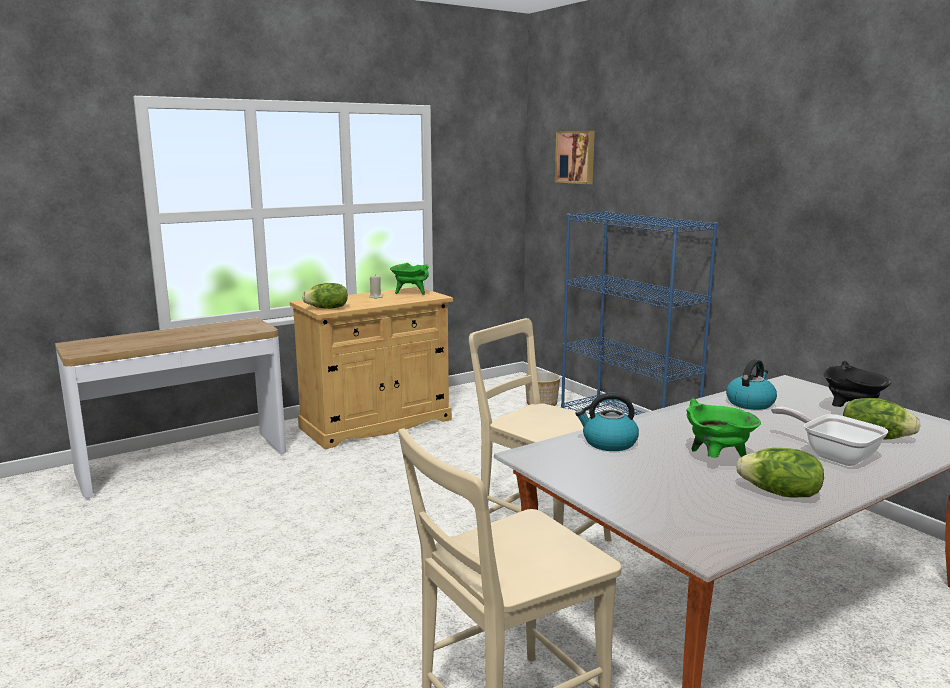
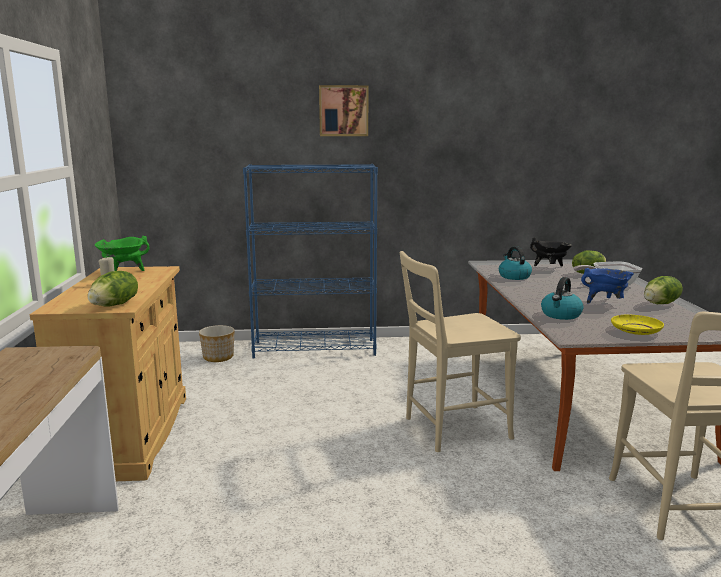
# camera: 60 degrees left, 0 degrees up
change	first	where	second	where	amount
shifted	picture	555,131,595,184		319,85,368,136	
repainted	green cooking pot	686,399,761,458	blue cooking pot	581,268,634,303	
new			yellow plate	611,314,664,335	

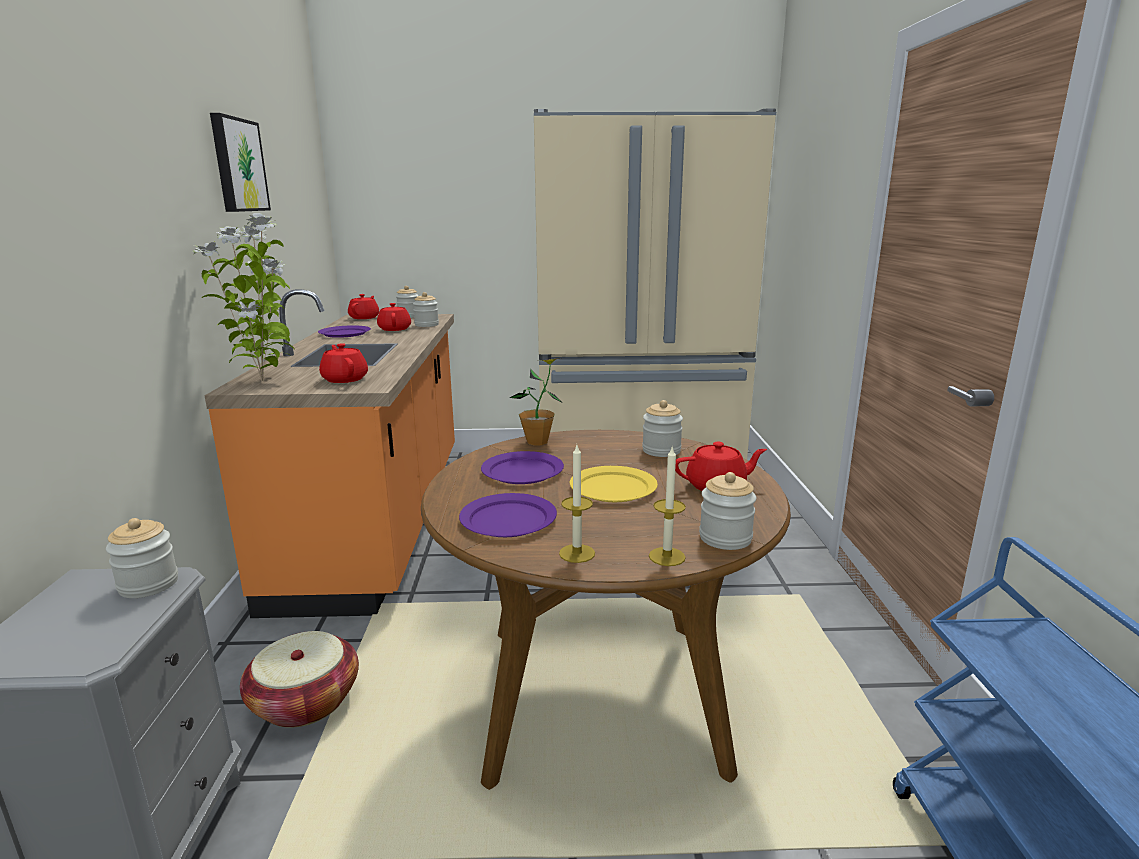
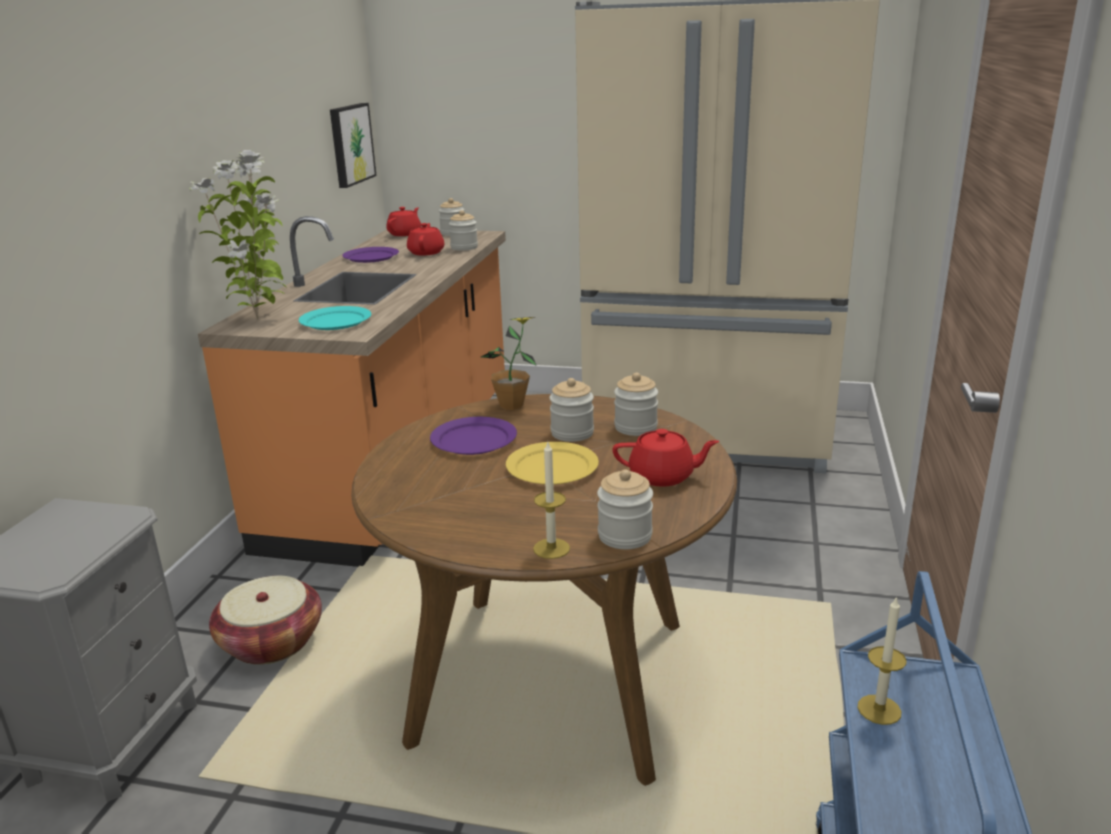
# camera: 15 degrees right, 5 degrees up
change	first	where	second	where	amount
shifted	picture	210,113,271,212		330,103,376,188	
swapped	red teapot	319,343,368,383	turquoise plate	299,306,371,330	
shifted	candle	559,445,595,563		857,596,906,725	
gone	purple plate	459,493,557,537			
shifted	jar	106,518,178,598		549,378,594,442	

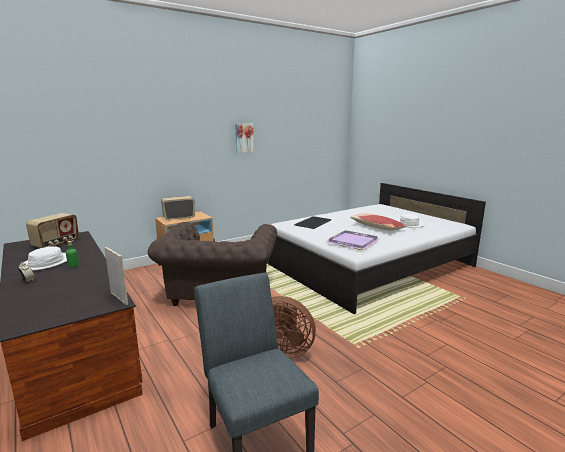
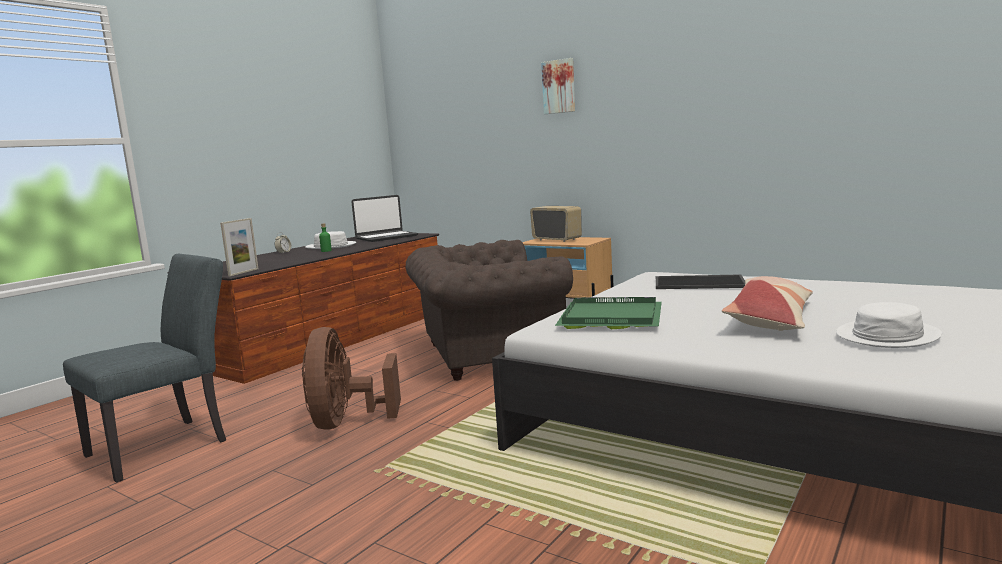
# camera: 70 degrees right, 5 degrees down
change	first	where	second	where	amount
shifted	picture	235,123,254,153		541,58,575,114	
swapped	radio	26,213,79,248	laptop	352,195,418,242	
repainted	purple tray	326,230,380,250	green tray	555,297,662,329	

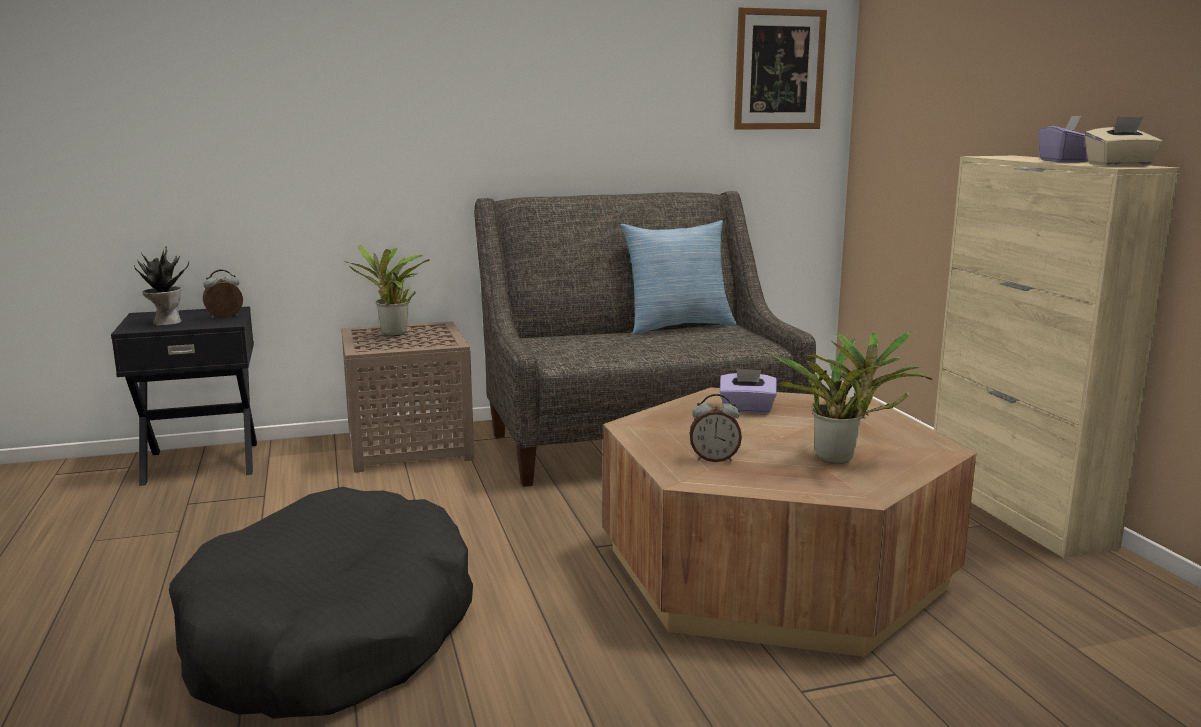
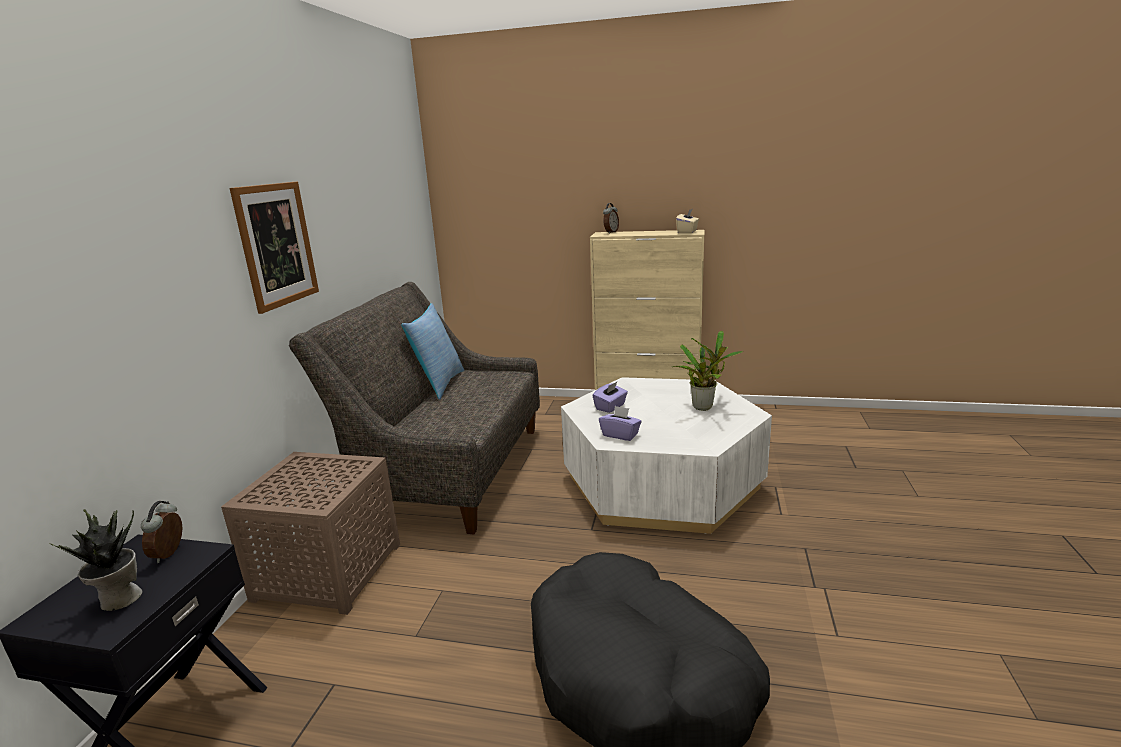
# camera: 60 degrees left, 5 degrees up
change	first	where	second	where	amount
shifted	picture	734,7,827,130		230,182,319,314	
shifted	purple tissue box	1038,116,1088,163		599,406,642,441	
gone	potted plant	344,245,430,336			
repainted	brown coffee table	603,388,976,657	white coffee table	561,377,772,534	
shifted	alarm clock	690,394,742,462		603,203,619,234	

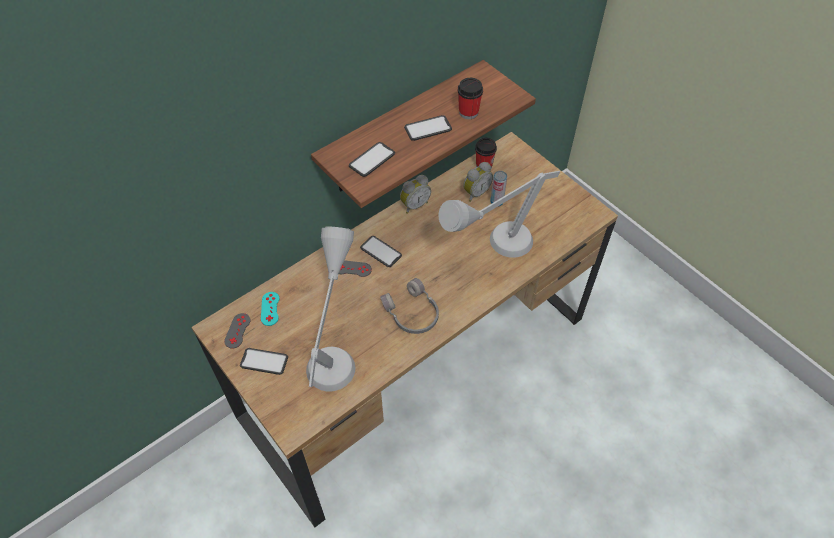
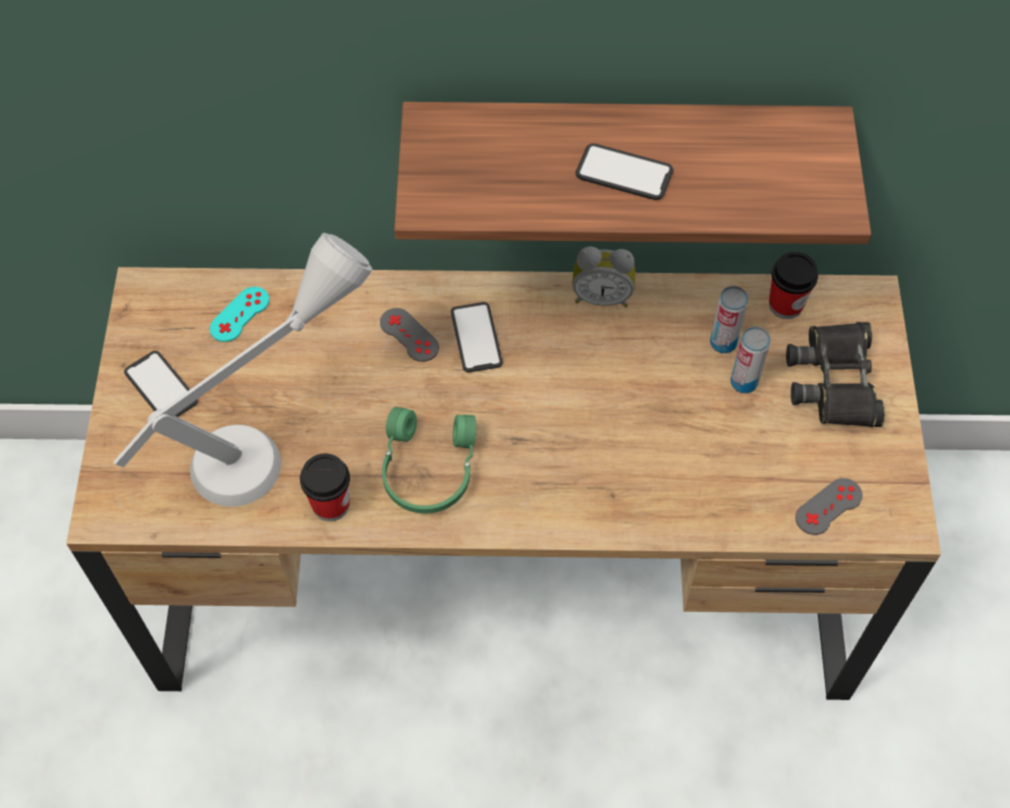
# camera: 40 degrees right, 5 degrees up
change	first	where	second	where	amount
shifted	cup	458,78,483,119		300,453,350,521	
gone	phone	349,142,395,177			
swapped	alarm clock	463,162,493,202	can	710,286,749,353	
gone	grey table lamp	438,171,561,258			
repainted	grey headphones	380,278,439,334	green headphones	382,407,476,514	
shifted	grey game controller	224,313,251,349		795,478,863,535	
new			black binoculars	786,322,885,427	

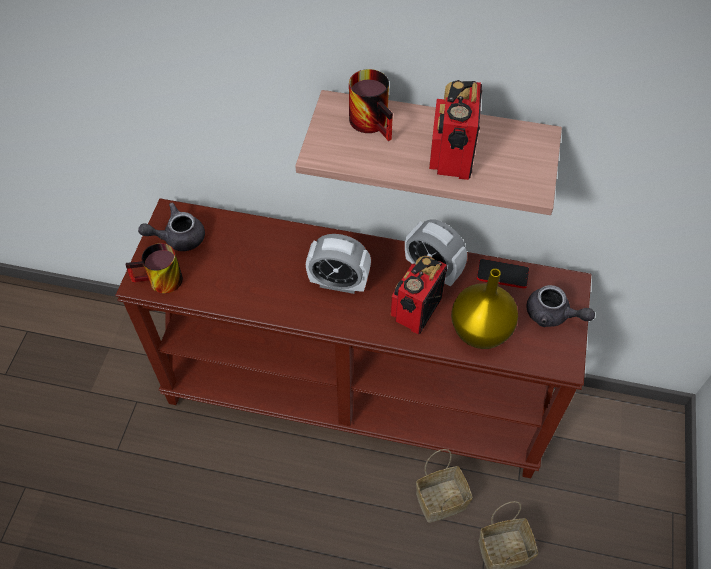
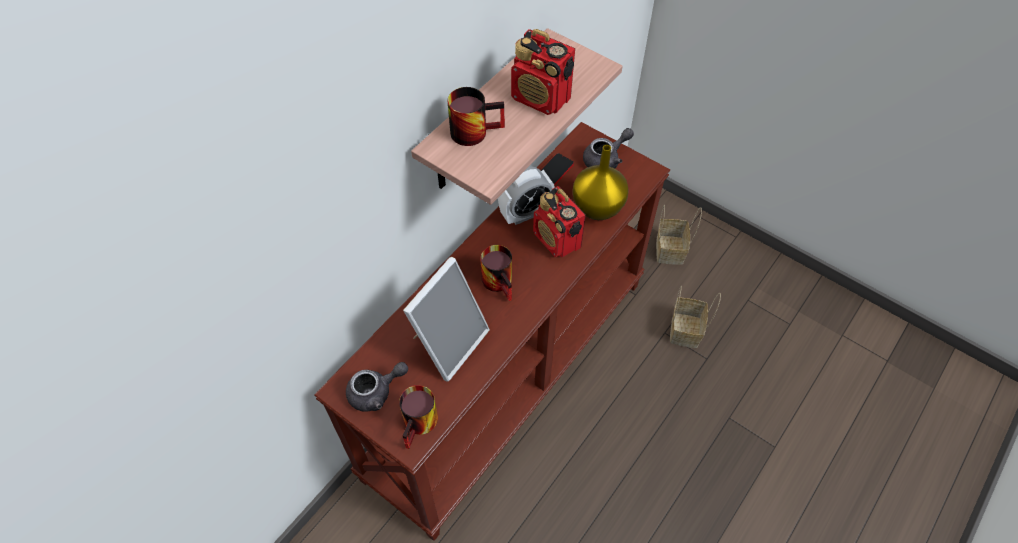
# camera: 65 degrees left, 0 degrees up
change	first	where	second	where	amount
rotated	grey teapot	138,202,205,251		346,362,408,412	120 degrees counterclockwise
swapped	alarm clock	306,234,371,294	mug	481,245,512,301	
shifted	basket	416,449,473,523		656,205,702,265	
new			picture frame	403,257,490,382	

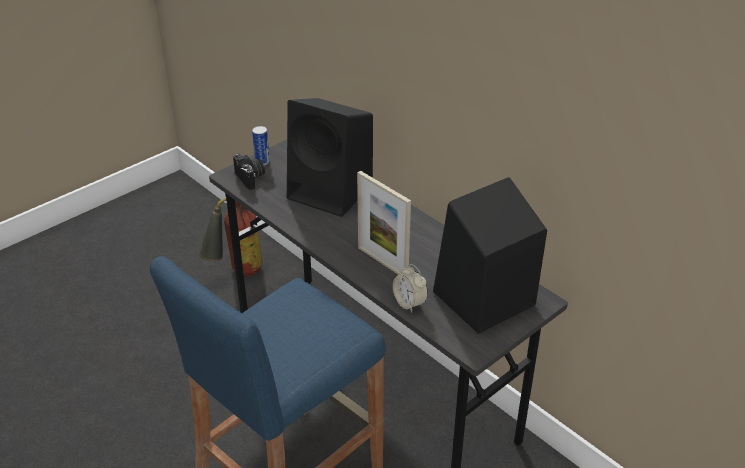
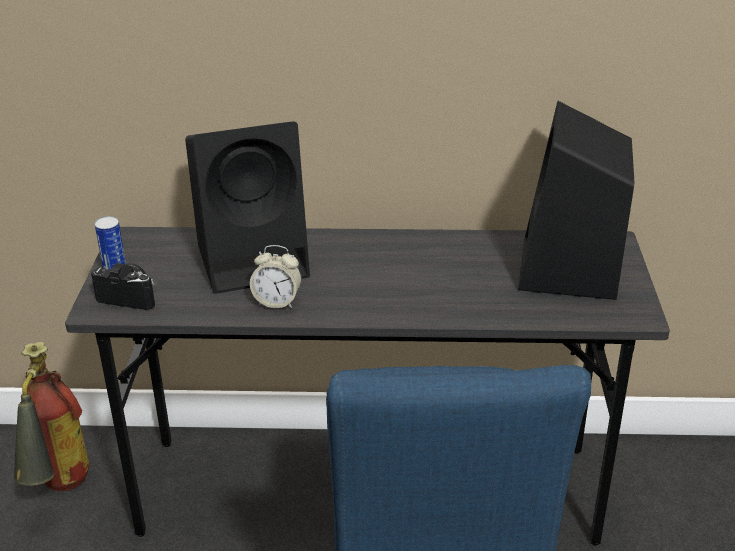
# camera: 45 degrees left, 5 degrees down
change	first	where	second	where	amount
gone	picture frame	357,171,411,275			
shifted	alarm clock	393,264,428,313		250,245,302,308	

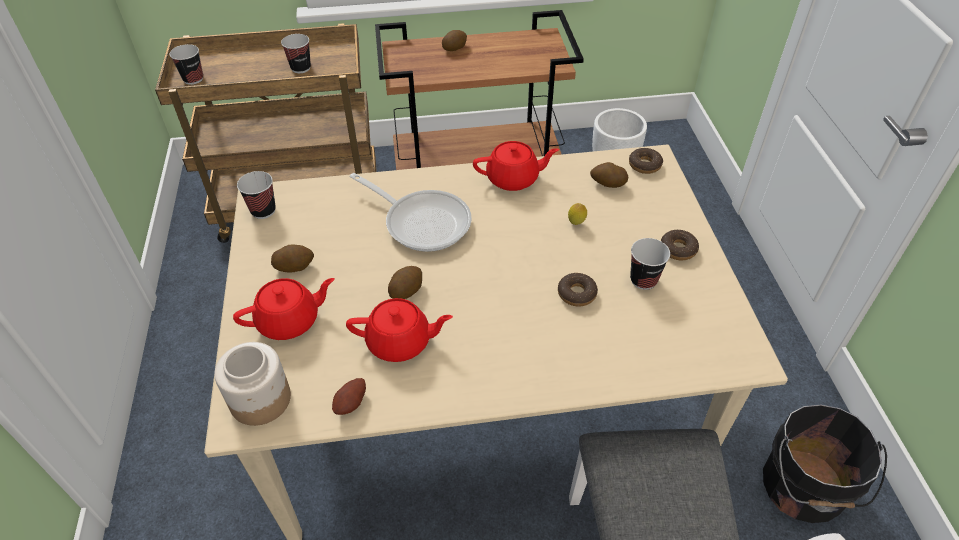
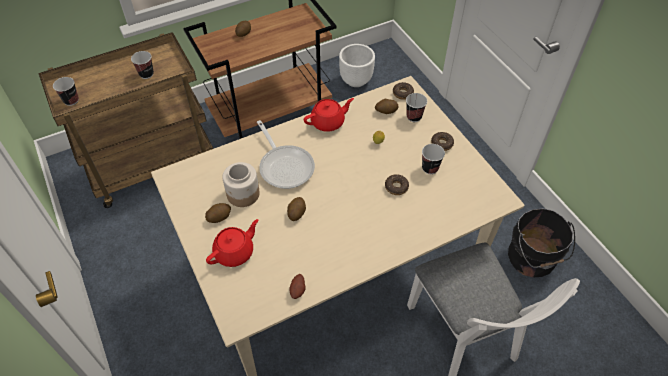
# camera: 20 degrees left, 5 degrees up
change	first	where	second	where	amount
shifted	cup	237,171,276,219		406,93,427,122	
rotated	frying pan	350,173,472,252		257,120,315,189	45 degrees clockwise
gone	red teapot	346,298,453,362			
shifted	jar	214,342,291,426		222,162,260,207	

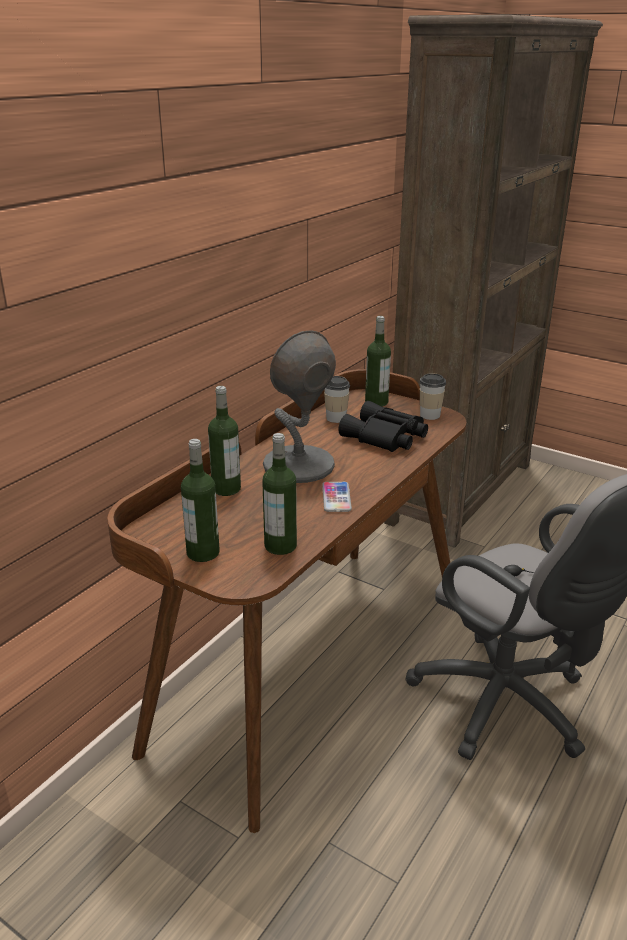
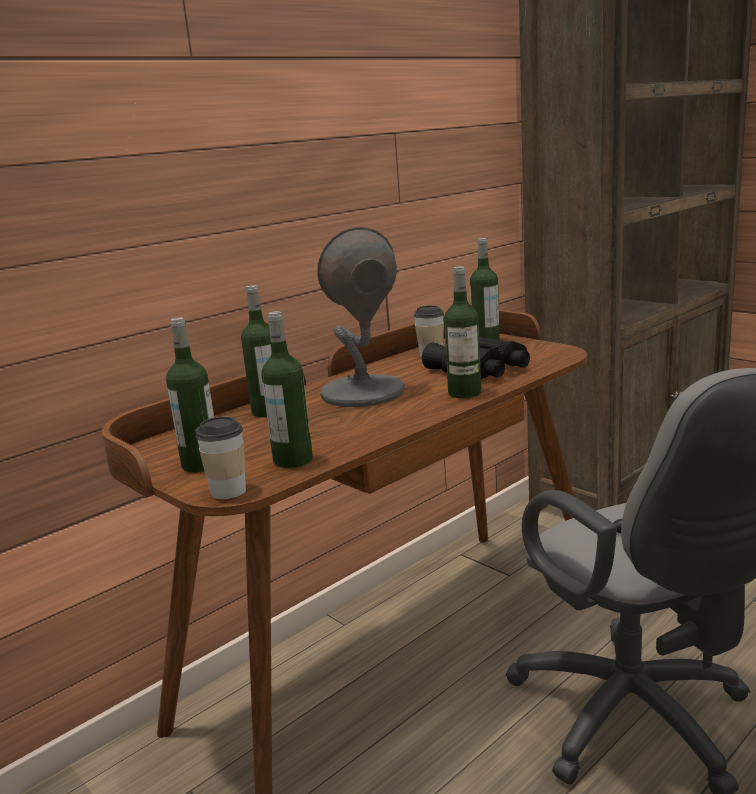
# camera: 15 degrees right, 10 degrees down
change	first	where	second	where	amount
shifted	cup	420,373,446,420		195,417,246,499	
gone	phone	322,482,352,512			
new			bottle	444,266,482,398	

